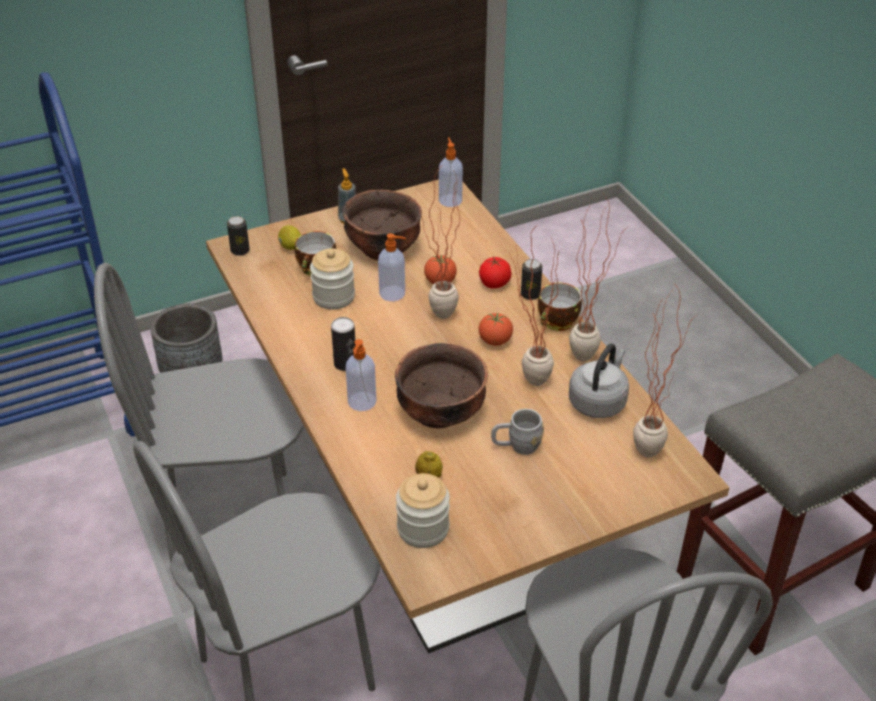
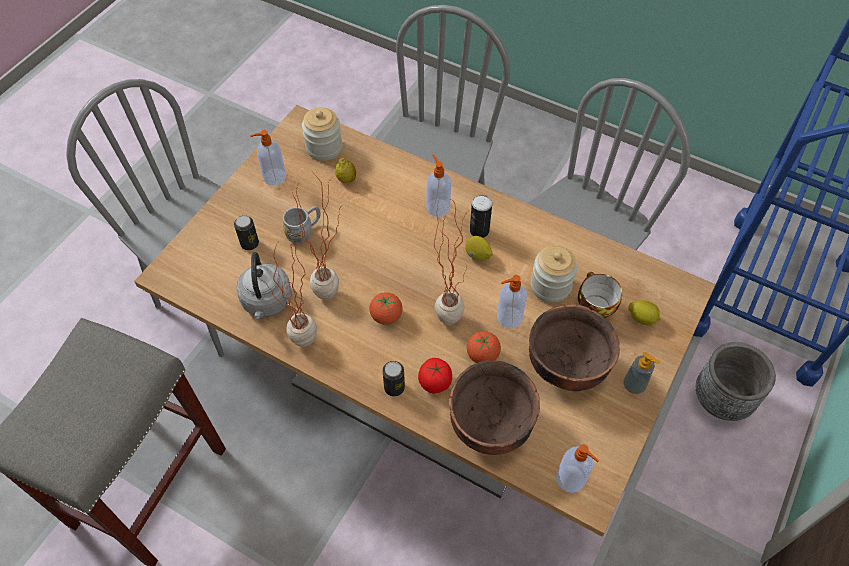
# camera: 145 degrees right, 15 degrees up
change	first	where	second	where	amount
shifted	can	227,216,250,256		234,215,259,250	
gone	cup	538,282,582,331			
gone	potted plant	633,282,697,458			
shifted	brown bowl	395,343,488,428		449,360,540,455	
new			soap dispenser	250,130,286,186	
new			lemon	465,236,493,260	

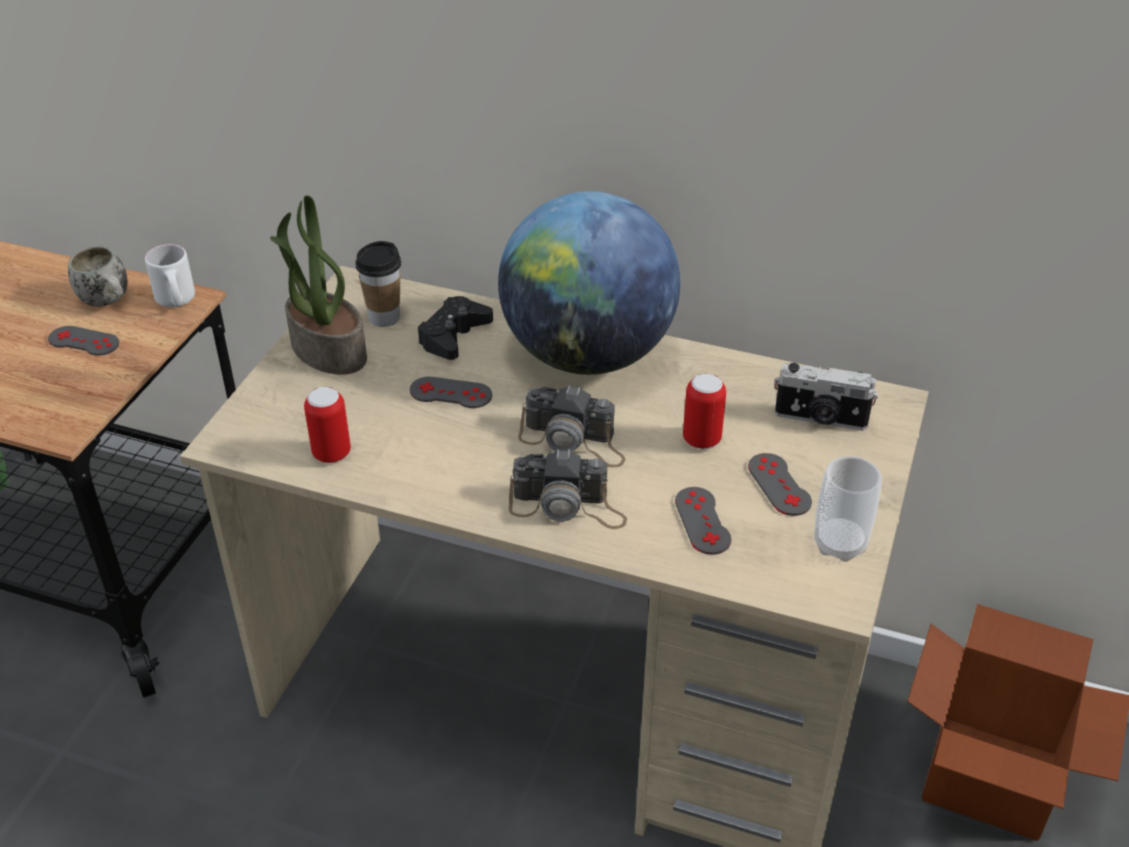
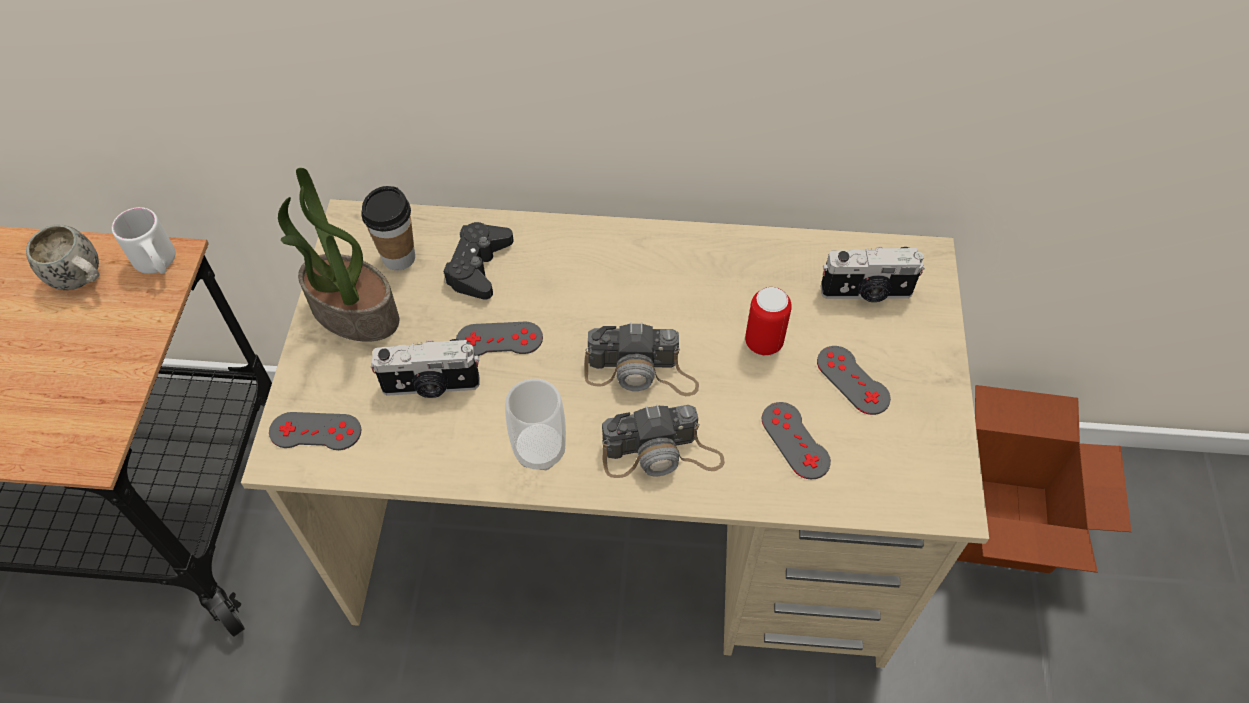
# camera: 15 degrees left, 15 degrees up
change	first	where	second	where	amount
gone	globe	498,191,680,375			
shifted	grey game controller	48,326,119,356		269,412,361,450	
gone	can	304,387,351,463			
shifted	cup	814,456,882,562		505,379,566,470	
new			photo camera	371,339,479,398	

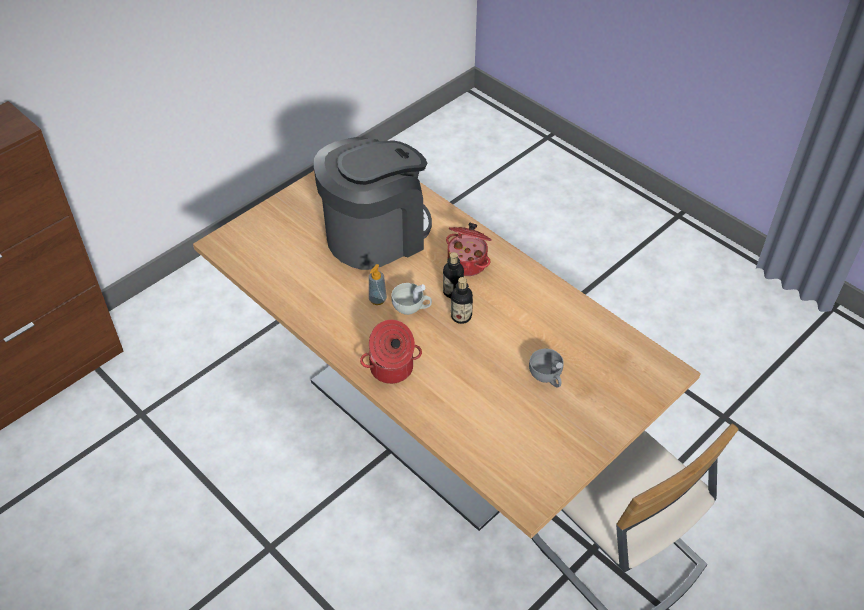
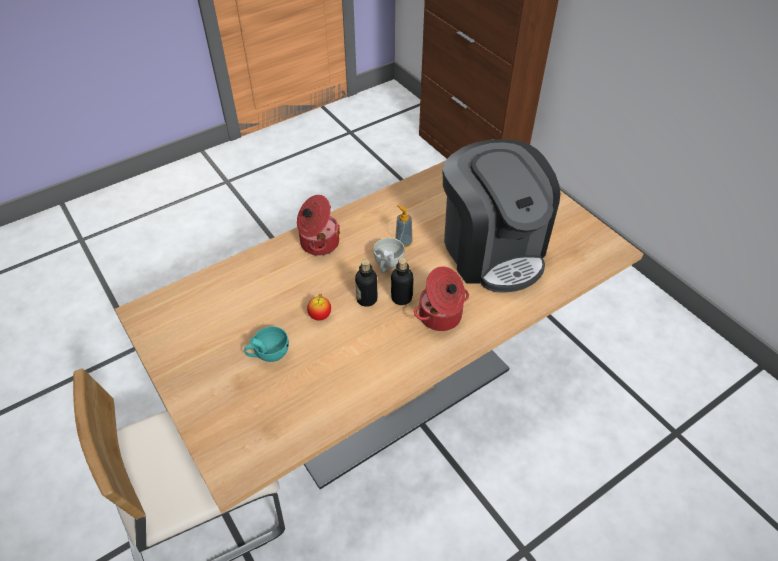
# camera: 100 degrees right, 0 degrees up
change	first	where	second	where	amount
repainted	grey cup	529,349,564,387	turquoise cup	244,326,289,362	
new			apple	307,293,331,321	

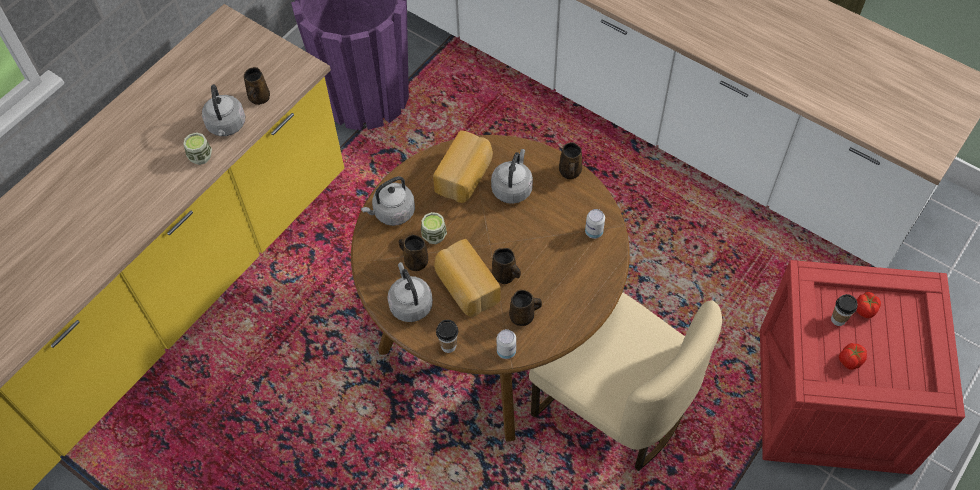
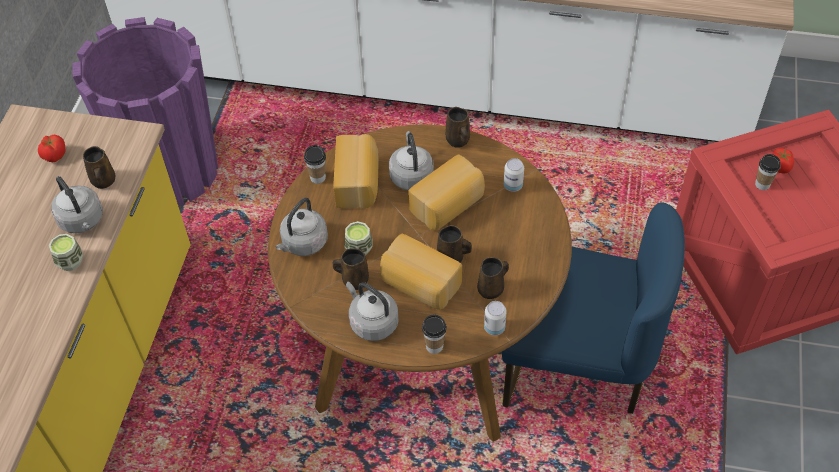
# camera: 25 degrees left, 5 degrees down
change	first	where	second	where	amount
repainted	beige chair	529,292,722,471	blue chair	502,202,685,414	
shifted	tomato	839,343,867,370		38,135,65,162	
new			cup	304,145,326,184	
new			bread	408,154,485,230	

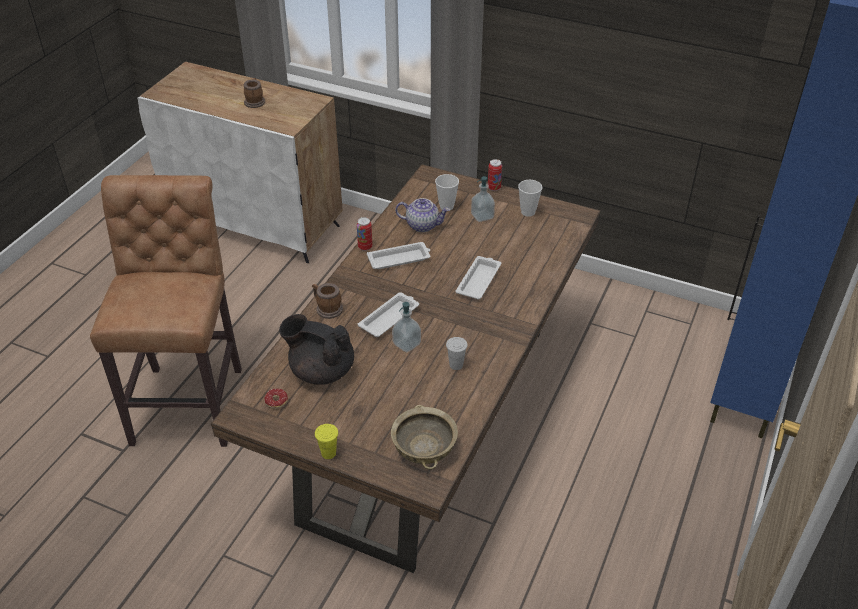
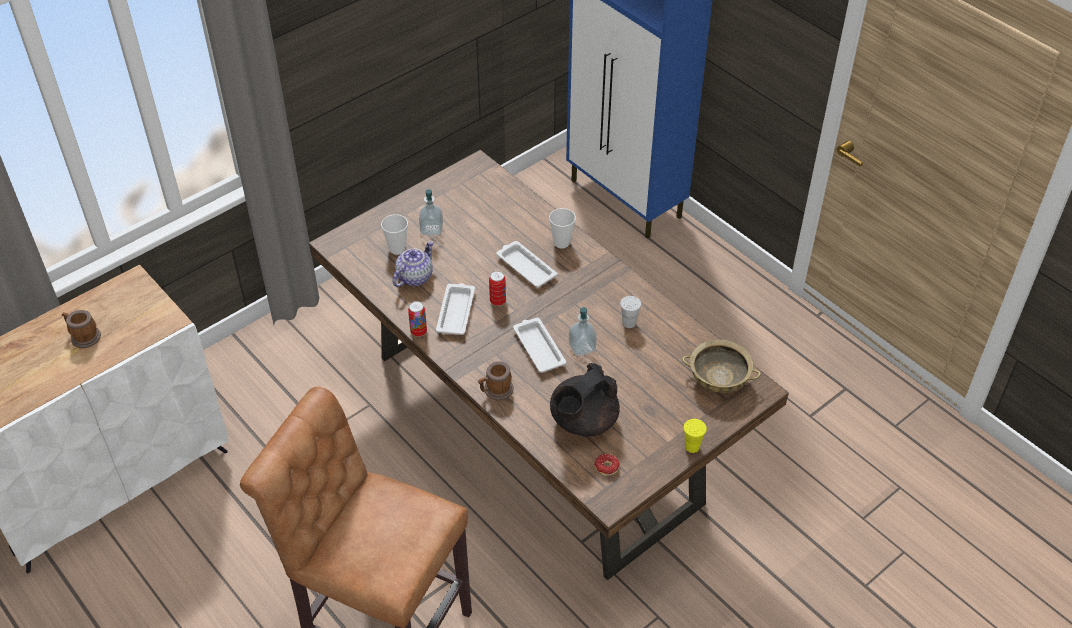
# camera: 65 degrees left, 5 degrees up
change	first	where	second	where	amount
shifted	can	488,159,502,191		489,271,506,306	
shifted	cup	518,180,542,217		549,208,576,248	

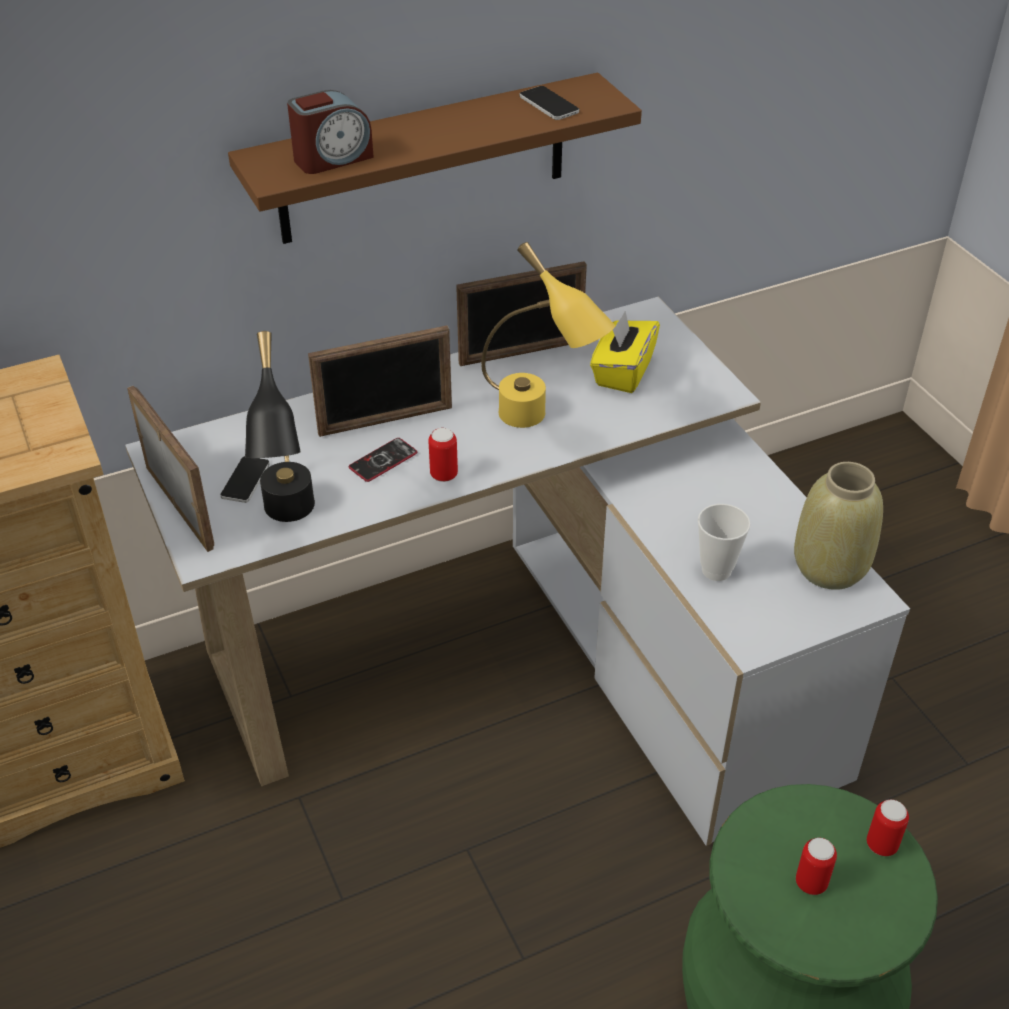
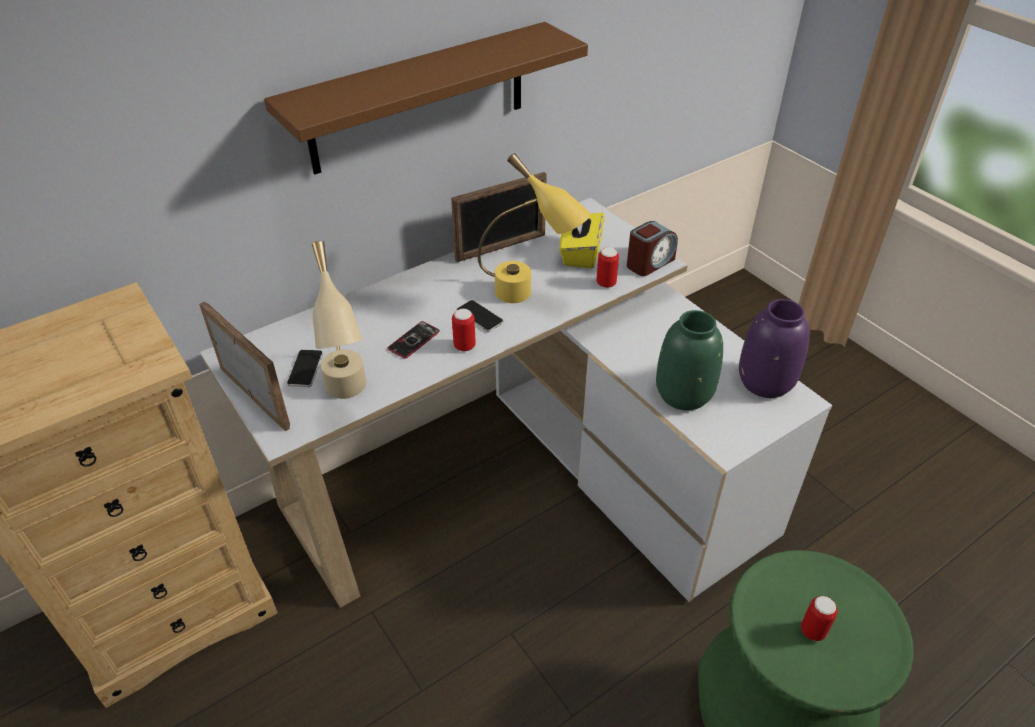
# camera: 10 degrees left, 0 degrees up
change	first	where	second	where	amount
shifted	phone	520,86,579,120		456,300,503,332	
shifted	alarm clock	287,90,374,174		627,221,678,276	
gone	picture frame	308,325,452,437			
repainted	black table lamp	245,331,315,522	beige table lamp	312,241,366,399	
repainted	beige vase	794,462,883,590	purple vase	739,299,810,398	
swapped	cup	698,504,751,581	green vase	656,310,723,410	
shifted	can	867,799,909,856		596,247,619,288	

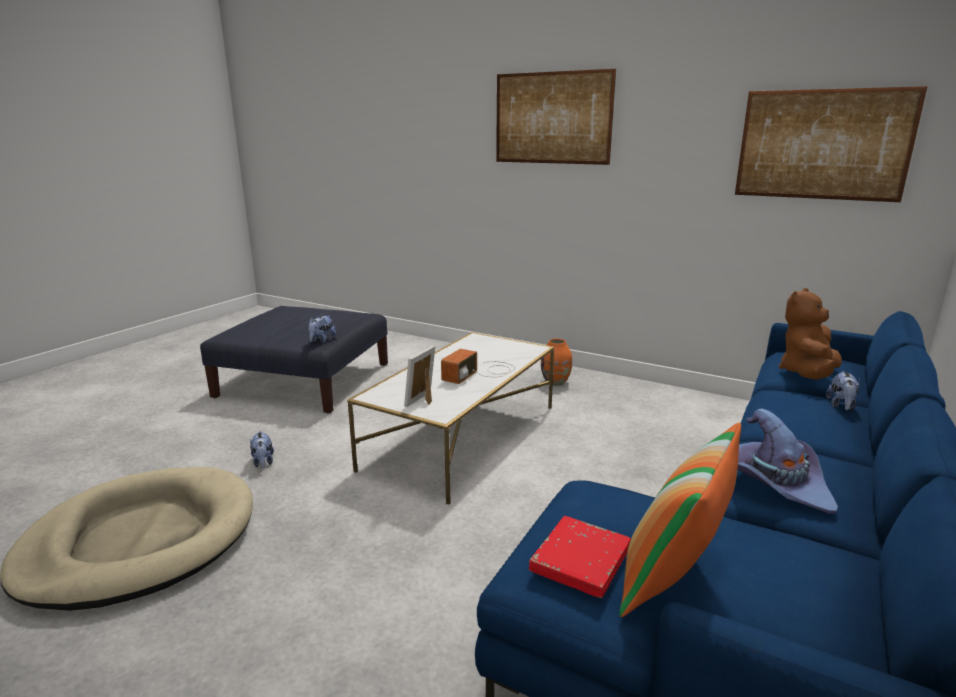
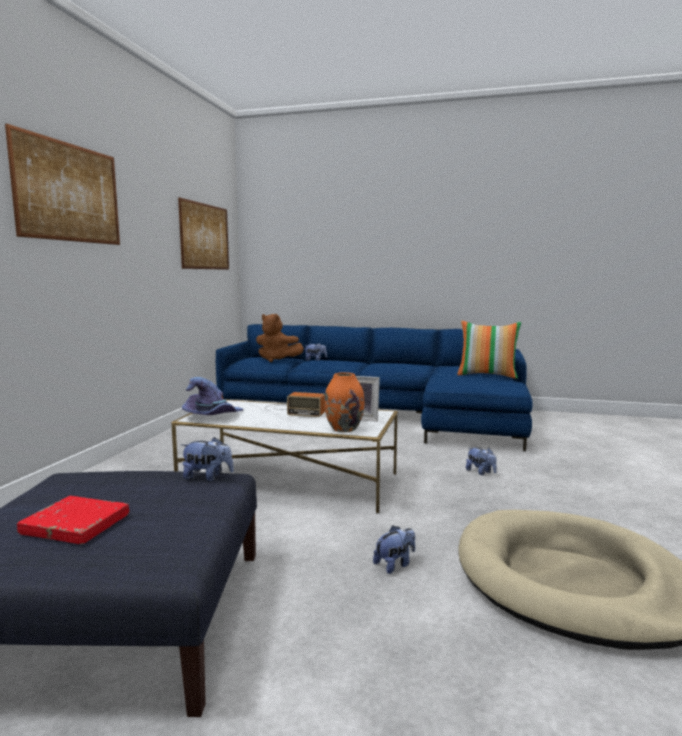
# camera: 105 degrees left, 10 degrees down
change	first	where	second	where	amount
shifted	orange vase	541,338,572,386		324,372,364,432	
shifted	purple hat	738,409,838,514		182,377,243,415	
shifted	red book	529,516,631,598		17,496,129,544	
new			plush toy	466,448,497,475	

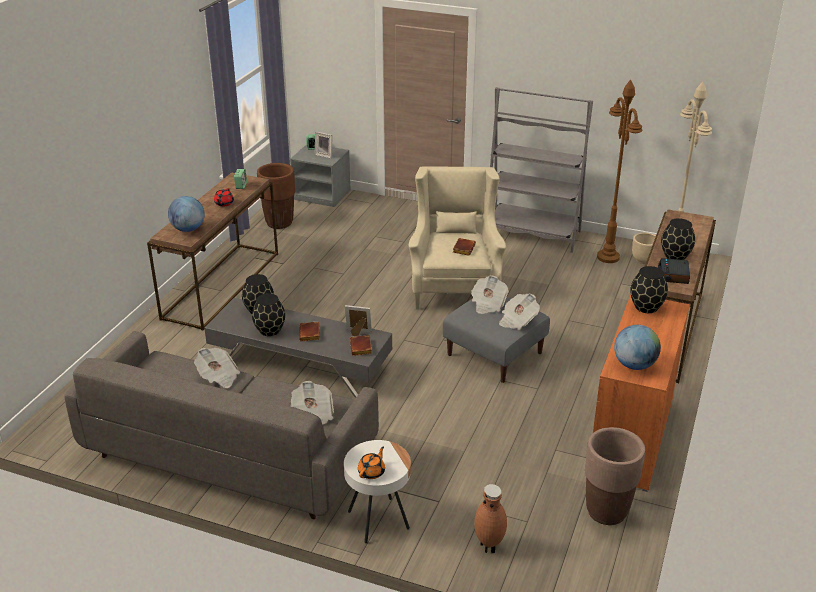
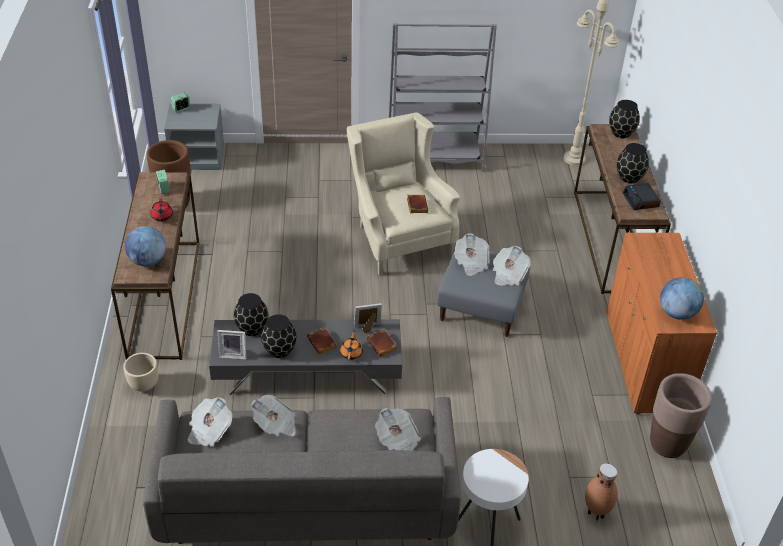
# camera: 25 degrees left, 10 degrees up
change	first	where	second	where	amount
gone	brown floor lamp	597,80,642,263			
shifted	picture frame	315,132,333,158		218,330,246,359	
shifted	beige planter	632,233,656,264		123,353,158,392	
shifted	black vase	630,266,668,313		609,100,640,138	
shifted	orange teapot	358,446,385,479		340,330,363,361	
new			newspaper	188,397,232,447	

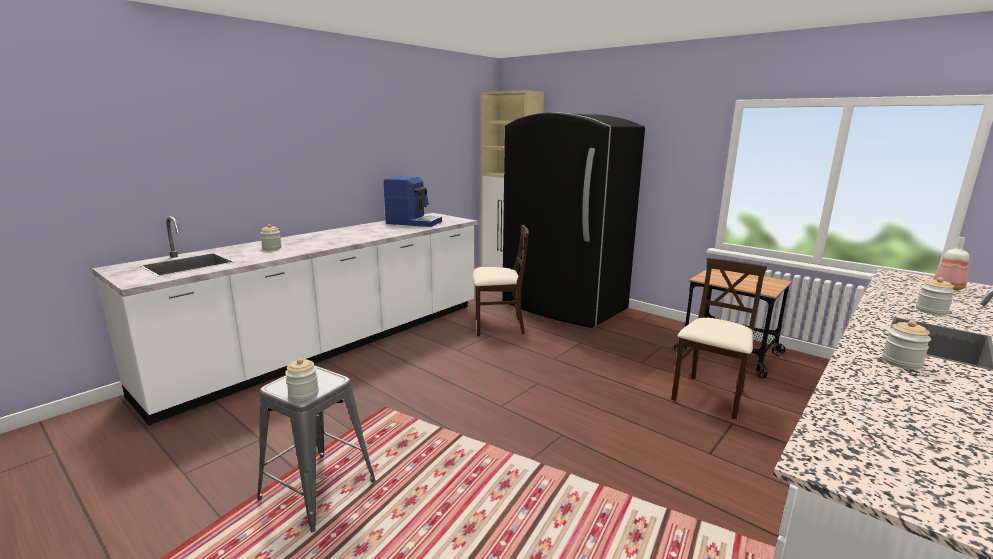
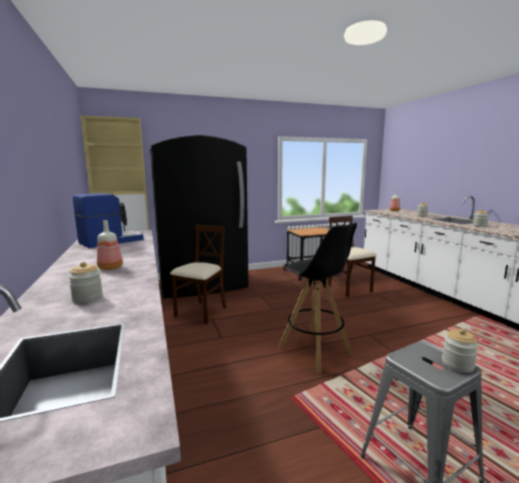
# camera: 60 degrees left, 5 degrees down
change	first	where	second	where	amount
new			bottle	97,220,123,270	
new			black stool	278,223,357,374	

